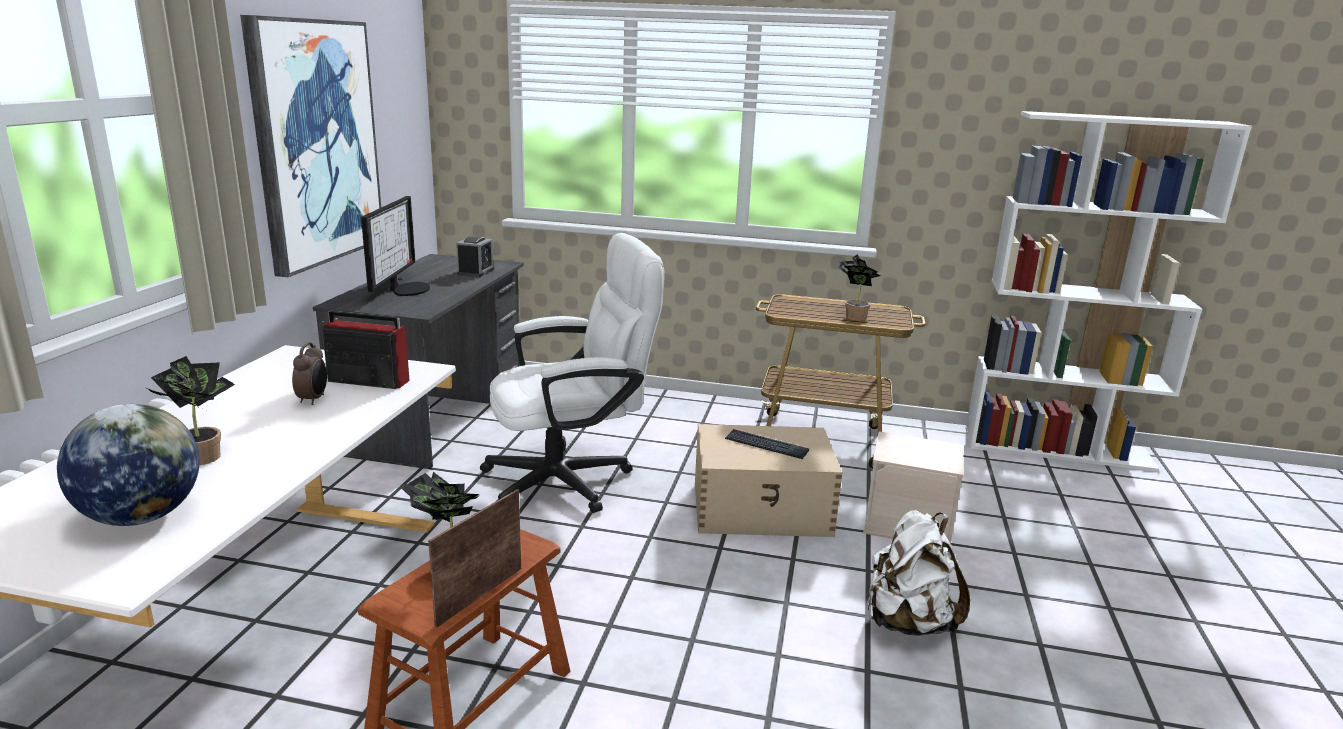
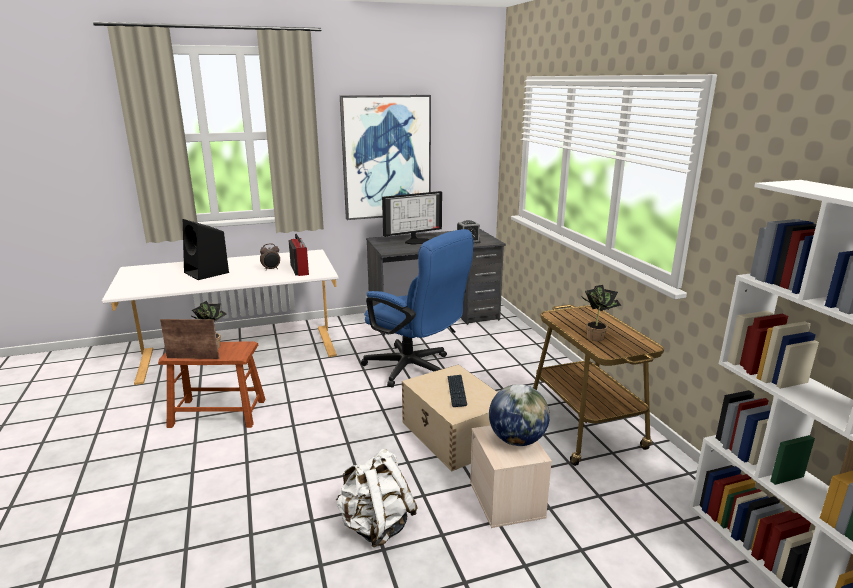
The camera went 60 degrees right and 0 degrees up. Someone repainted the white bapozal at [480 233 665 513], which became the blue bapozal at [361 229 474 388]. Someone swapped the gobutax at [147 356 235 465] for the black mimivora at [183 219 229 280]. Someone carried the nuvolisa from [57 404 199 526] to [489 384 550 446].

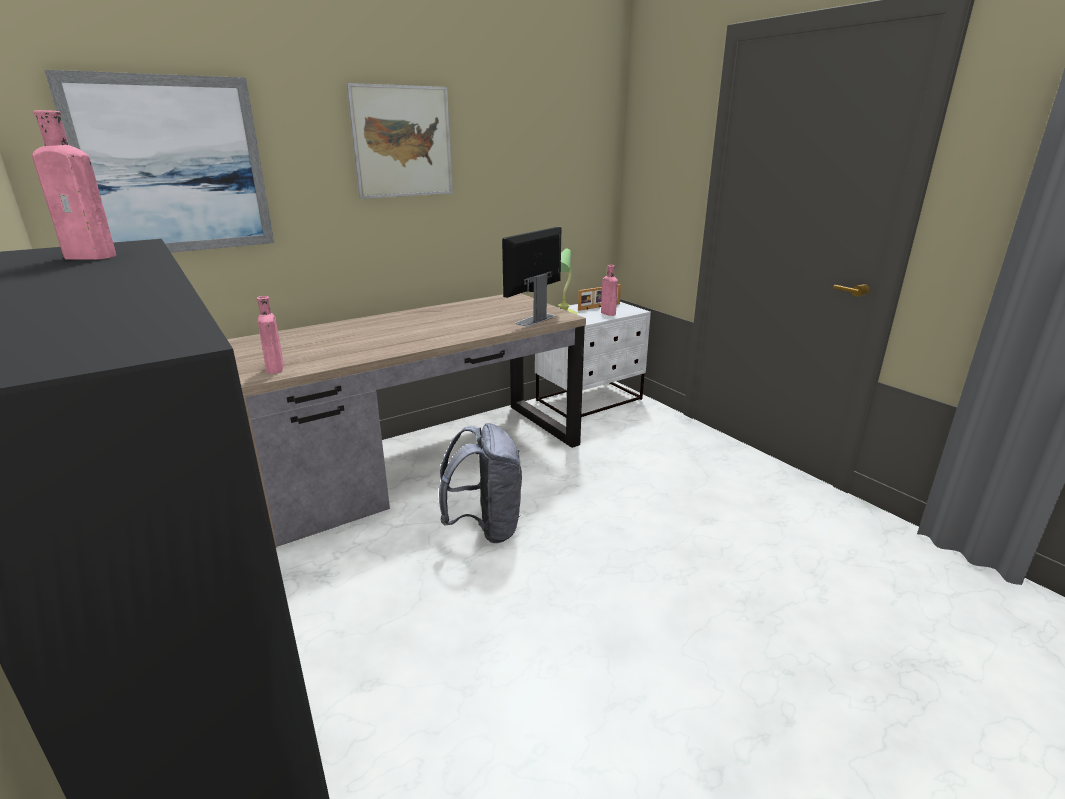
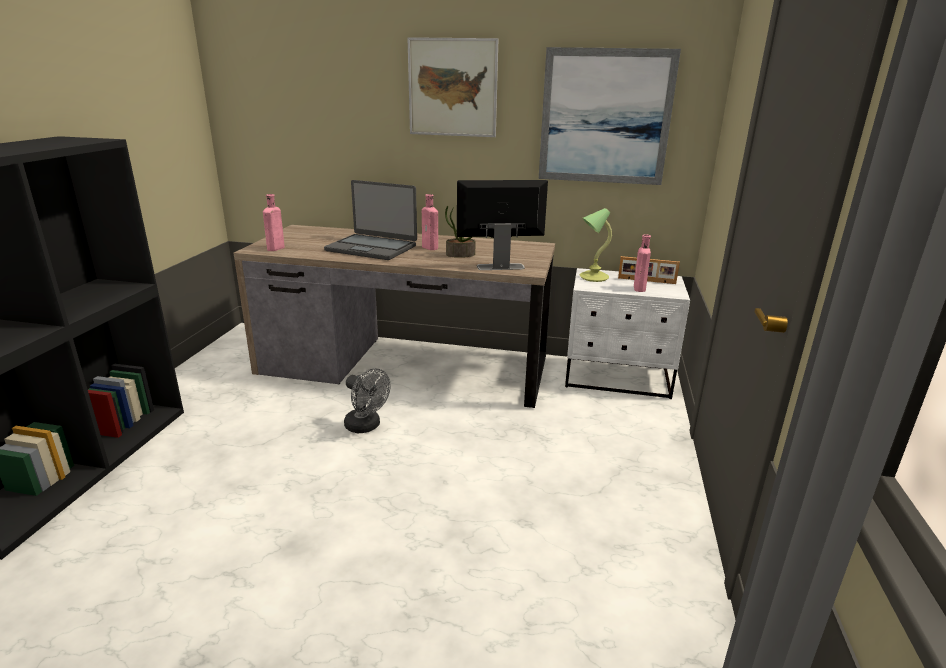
The camera went 45 degrees right and 0 degrees up. Someone carried the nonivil from [45 70 274 253] to [539 47 681 185]. Someone carried the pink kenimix from [32 110 116 260] to [422 194 438 250]. Someone swapped the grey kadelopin at [439 423 522 543] for the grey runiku at [344 368 391 433]. Someone put down the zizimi at [324 180 417 260]. Someone put down the gobutax at [445 206 476 258].

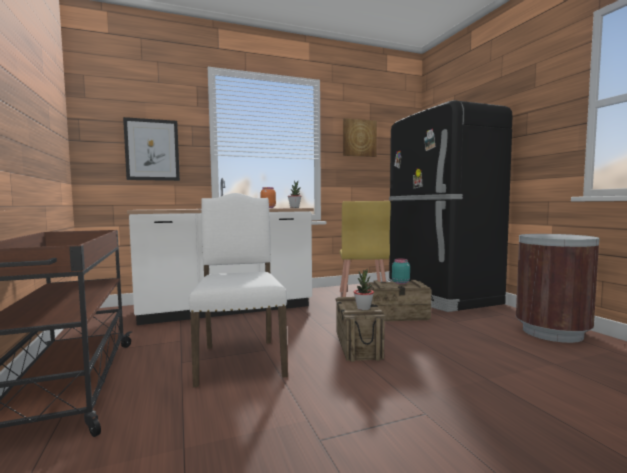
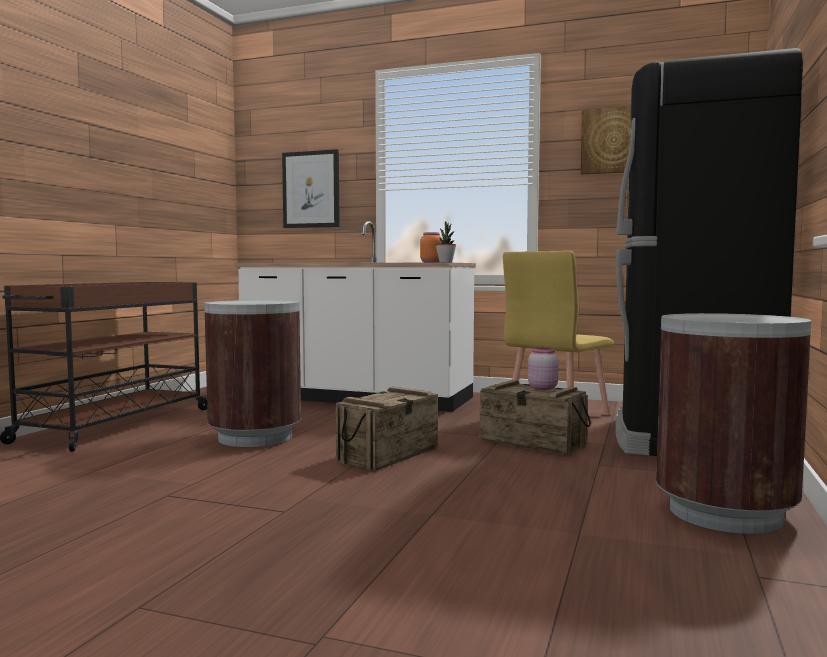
The camera went 40 degrees right and 0 degrees up. Someone swapped the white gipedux at [188 193 288 387] for the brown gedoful at [204 300 301 447]. Someone repainted the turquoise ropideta at [392 259 410 284], which became the pink ropideta at [528 347 559 390]. Someone took away the gobutax at [354 269 374 310].

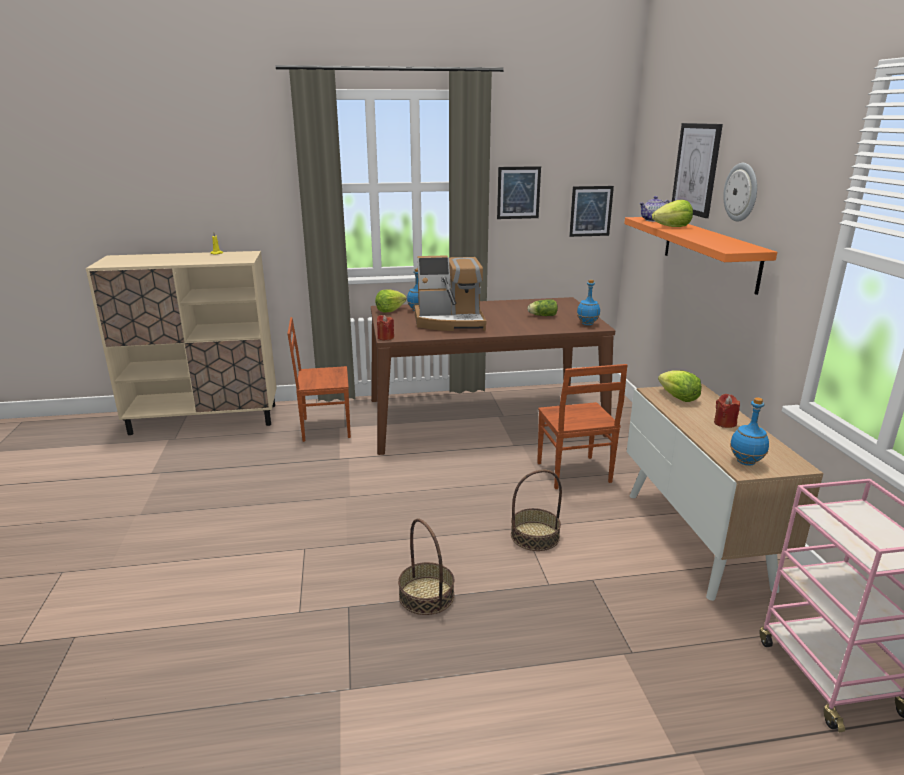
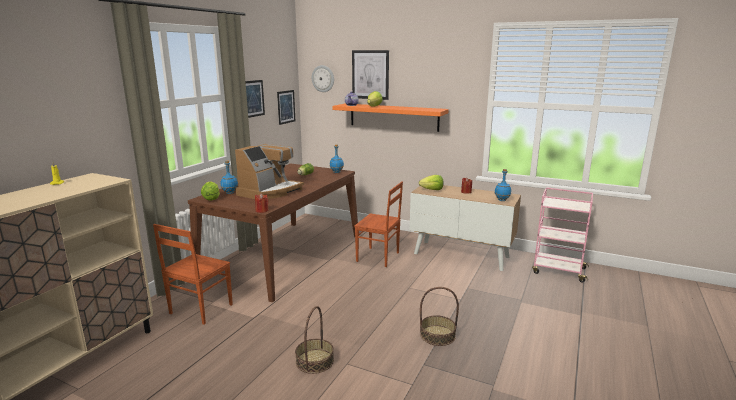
The camera went 55 degrees left and 5 degrees down. Someone carried the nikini from [723 163 757 221] to [312 65 334 92]. Someone carried the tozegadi from [511 469 562 551] to [295 306 334 374].

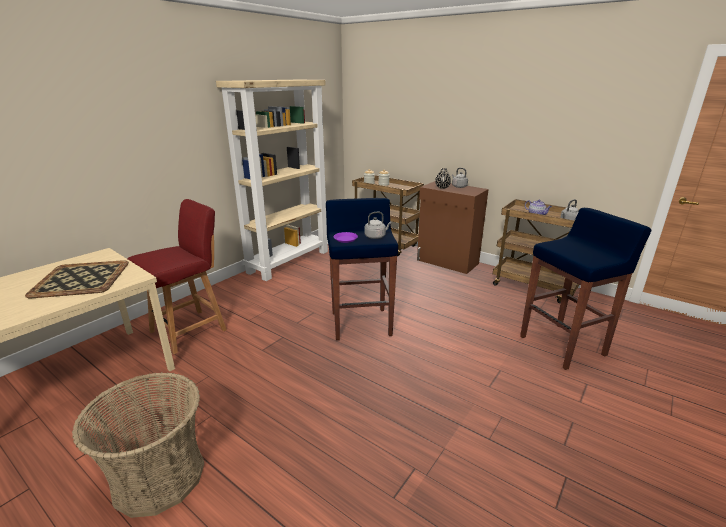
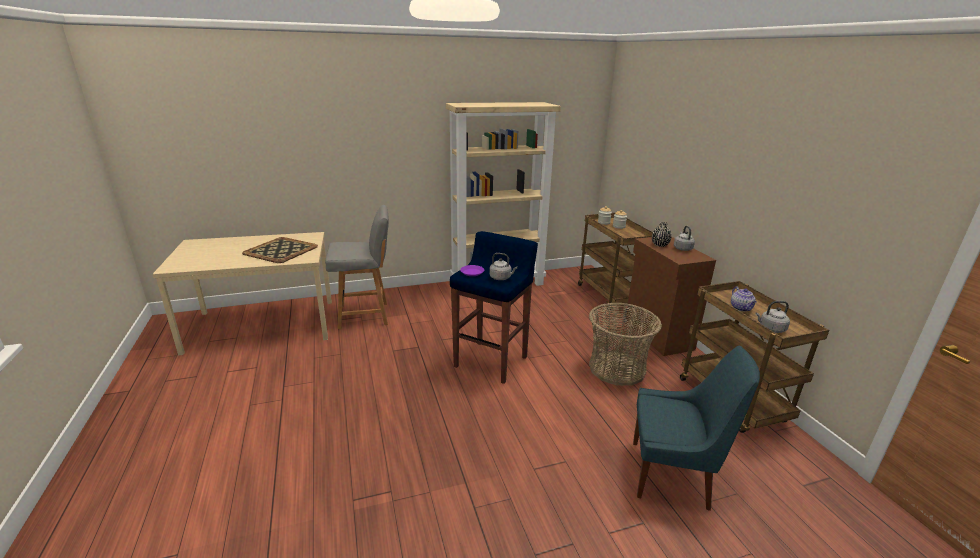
The camera went 35 degrees right and 0 degrees up. Someone repainted the red gipedux at [127 199 227 354], which became the grey gipedux at [325 205 389 329]. Someone swapped the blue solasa at [520 208 652 370] for the blue gipedux at [633 346 760 511]. Someone carried the tozegadi from [72 372 204 518] to [589 302 662 386].

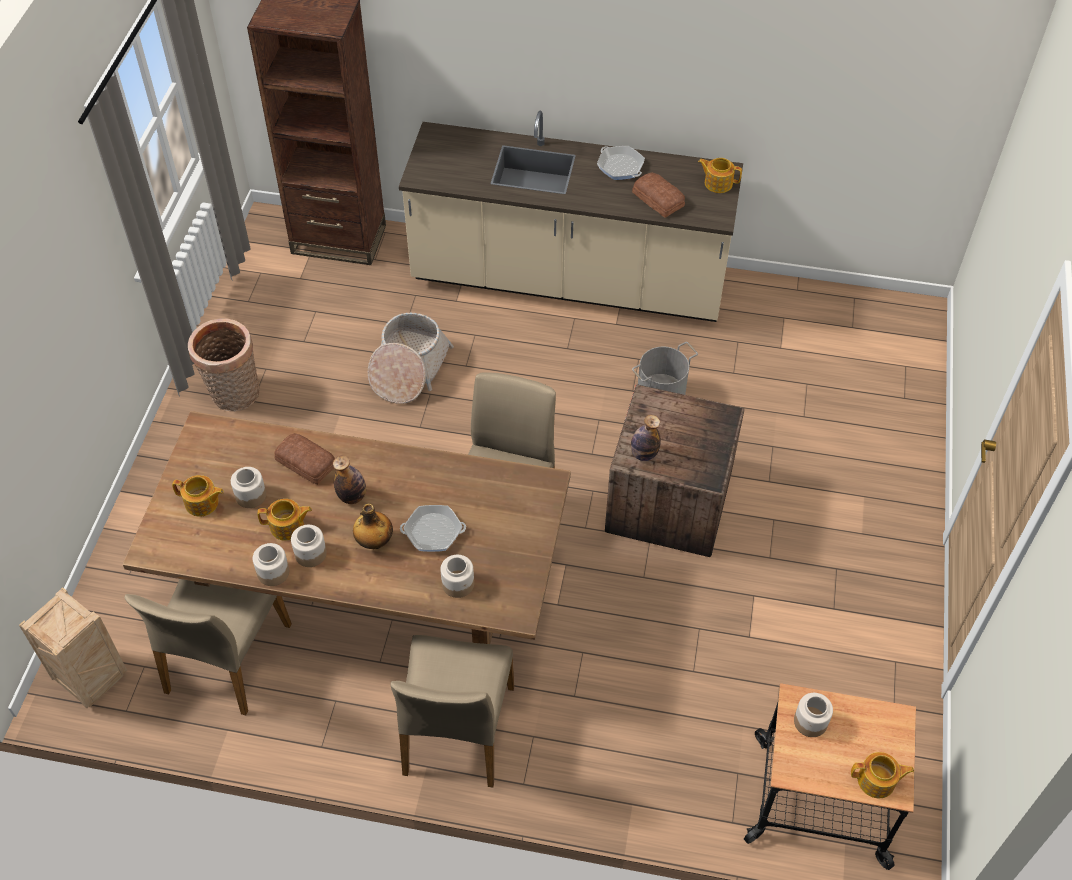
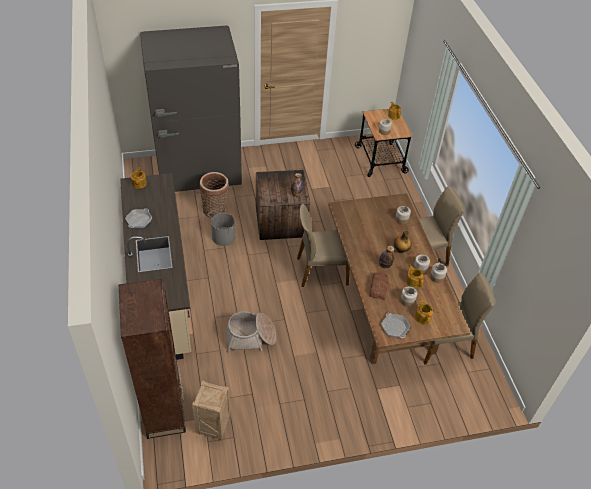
The camera went 115 degrees left and 5 degrees down. Someone took away the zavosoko at [632 172 685 218]. Someone carried the tozegadi from [188 318 260 411] to [200 172 229 218]. Someone carried the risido from [400 505 466 552] to [381 313 410 338]. Someone carried the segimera from [19 587 127 708] to [192 380 231 440]. Someone put down the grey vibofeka at [140 26 242 192].

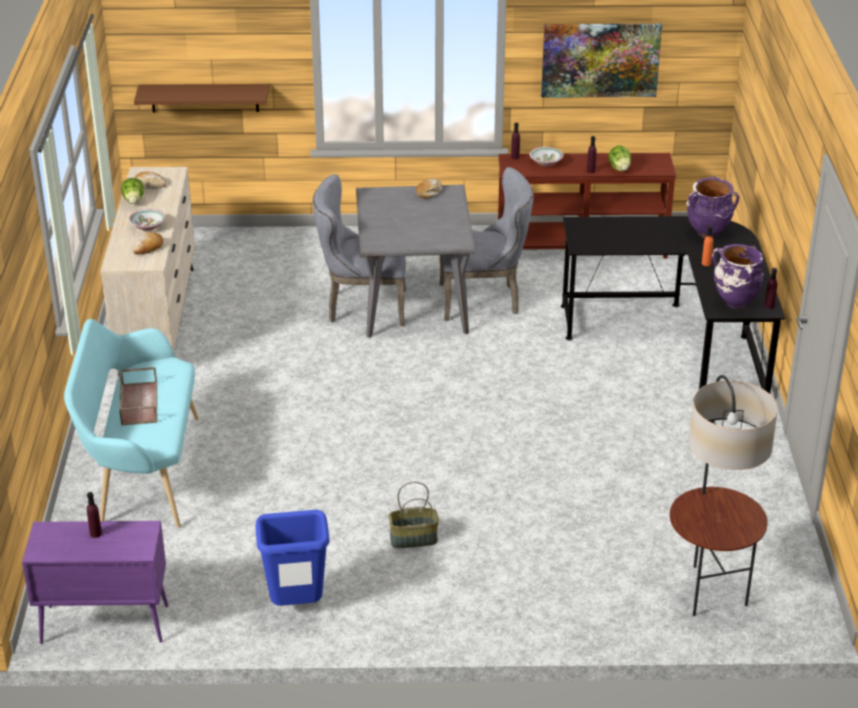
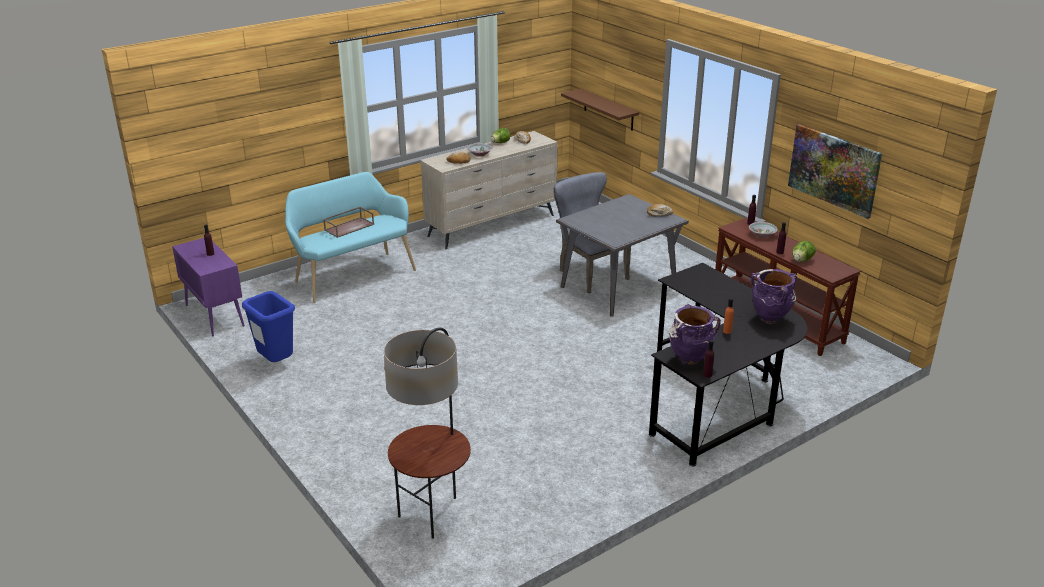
The camera went 55 degrees right and 5 degrees down. Someone took away the grey gipedux at [439 167 533 321]. Someone took away the tozegadi at [388 482 439 548].

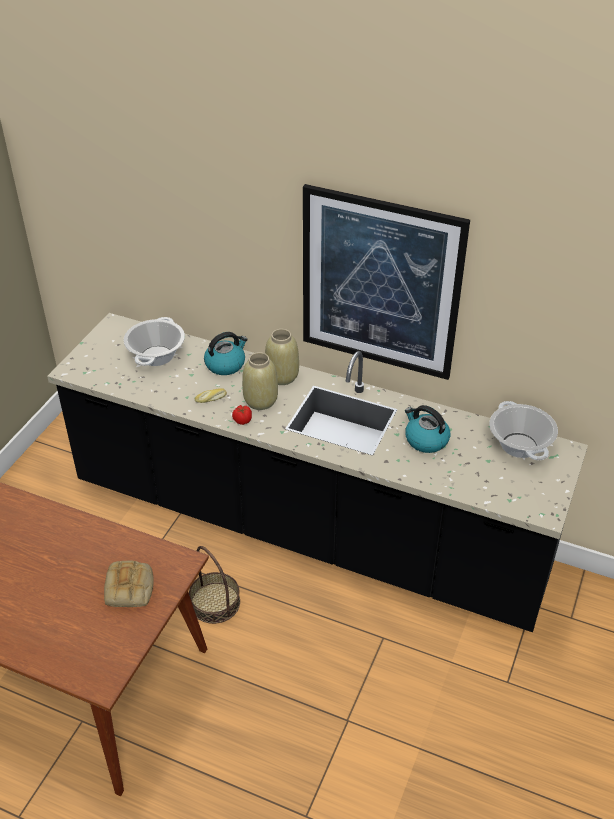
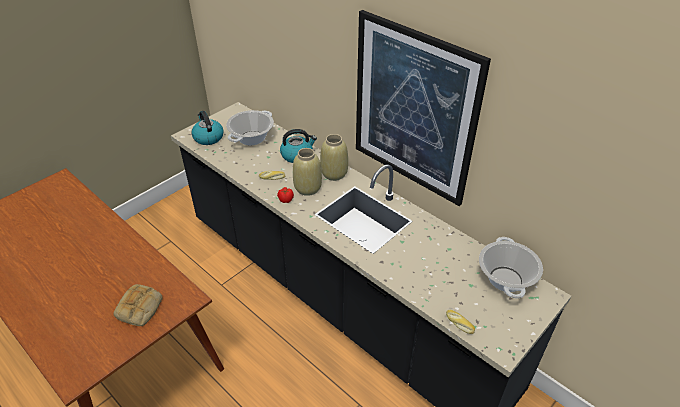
The camera went 20 degrees right and 0 degrees up. Someone carried the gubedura from [405 405 450 453] to [191 111 224 145]. Someone took away the tozegadi at [189 546 240 624]. Someone put down the zavosoko at [446 310 475 334].

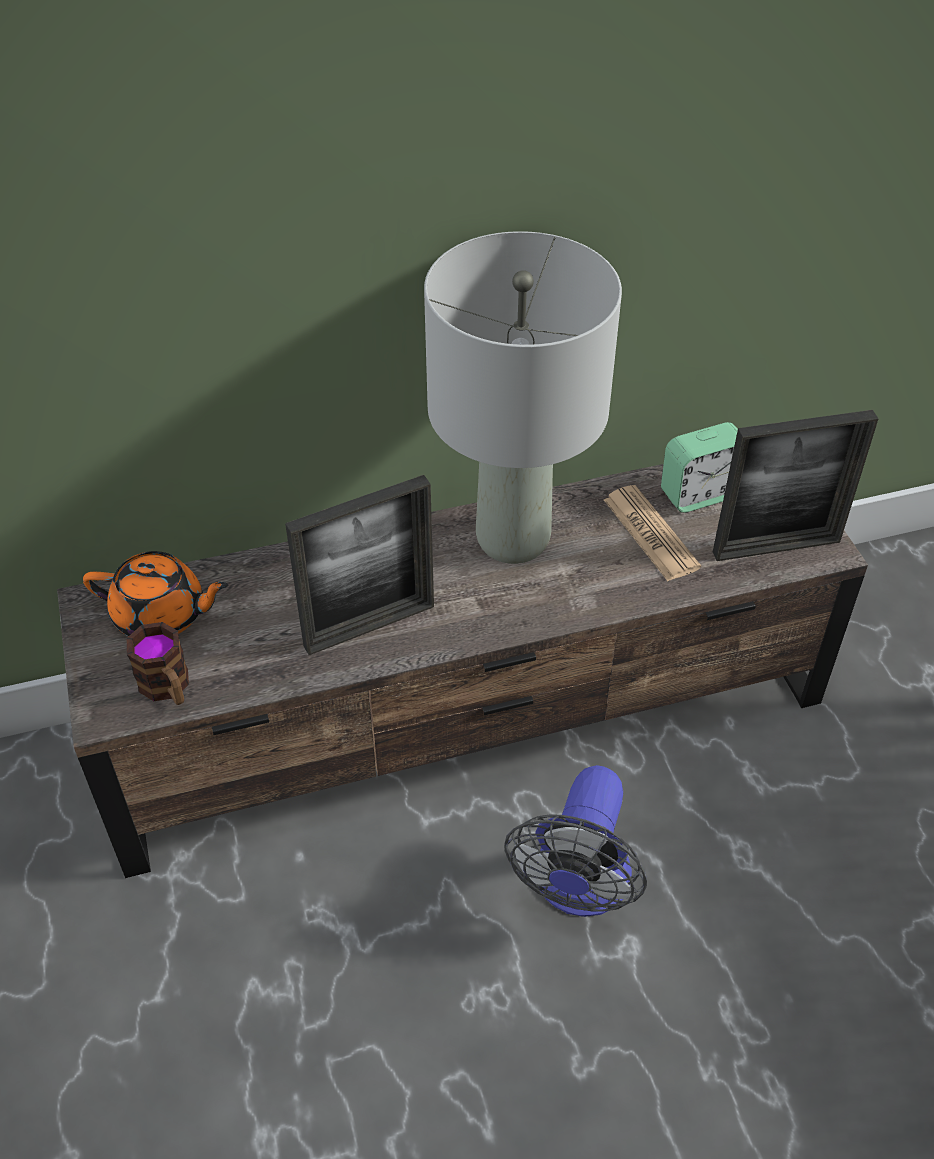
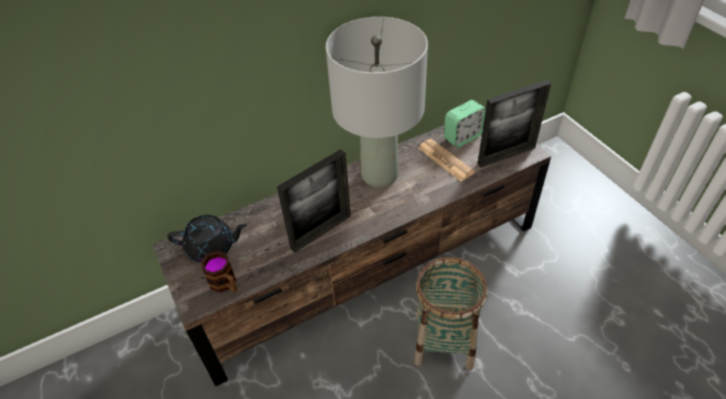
The camera went 10 degrees left and 0 degrees up. Someone repainted the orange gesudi at [83 551 229 636], which became the black gesudi at [167 215 247 262]. Someone swapped the runiku at [504 765 647 917] for the tozegadi at [414 257 487 370].

